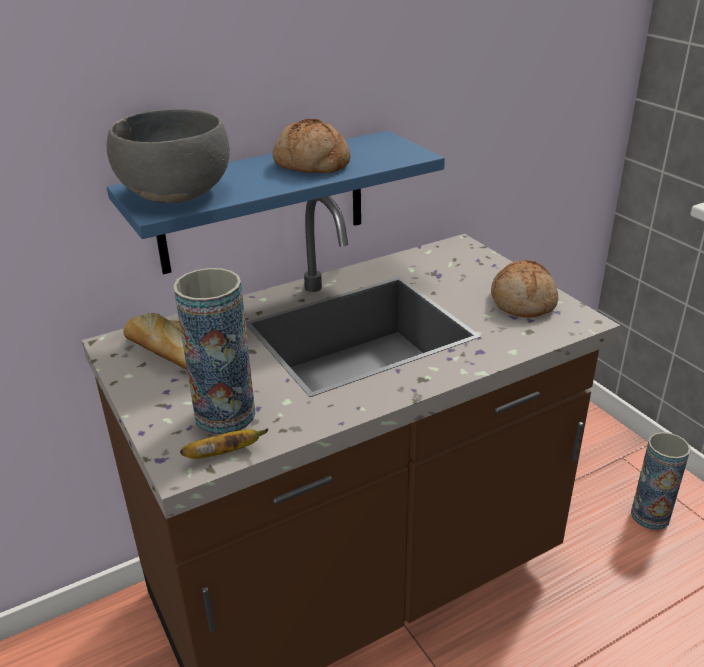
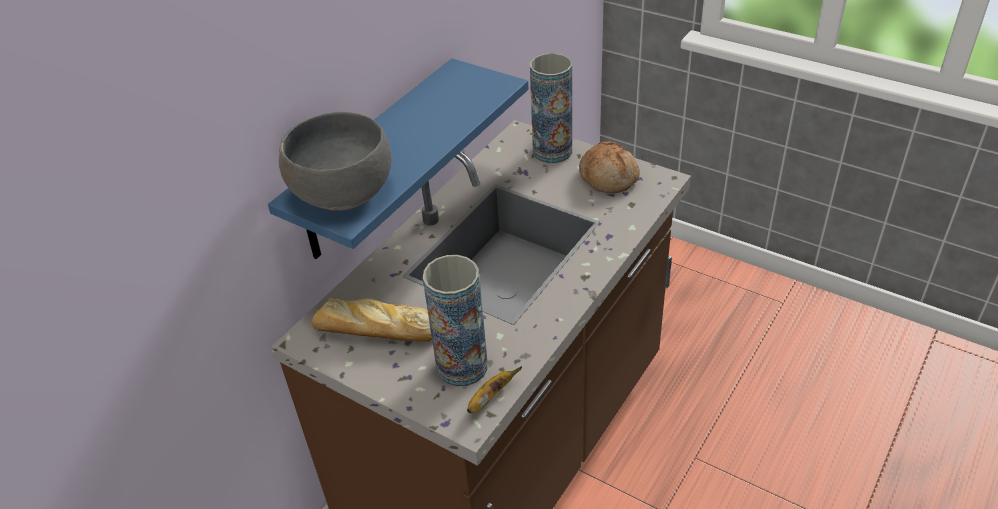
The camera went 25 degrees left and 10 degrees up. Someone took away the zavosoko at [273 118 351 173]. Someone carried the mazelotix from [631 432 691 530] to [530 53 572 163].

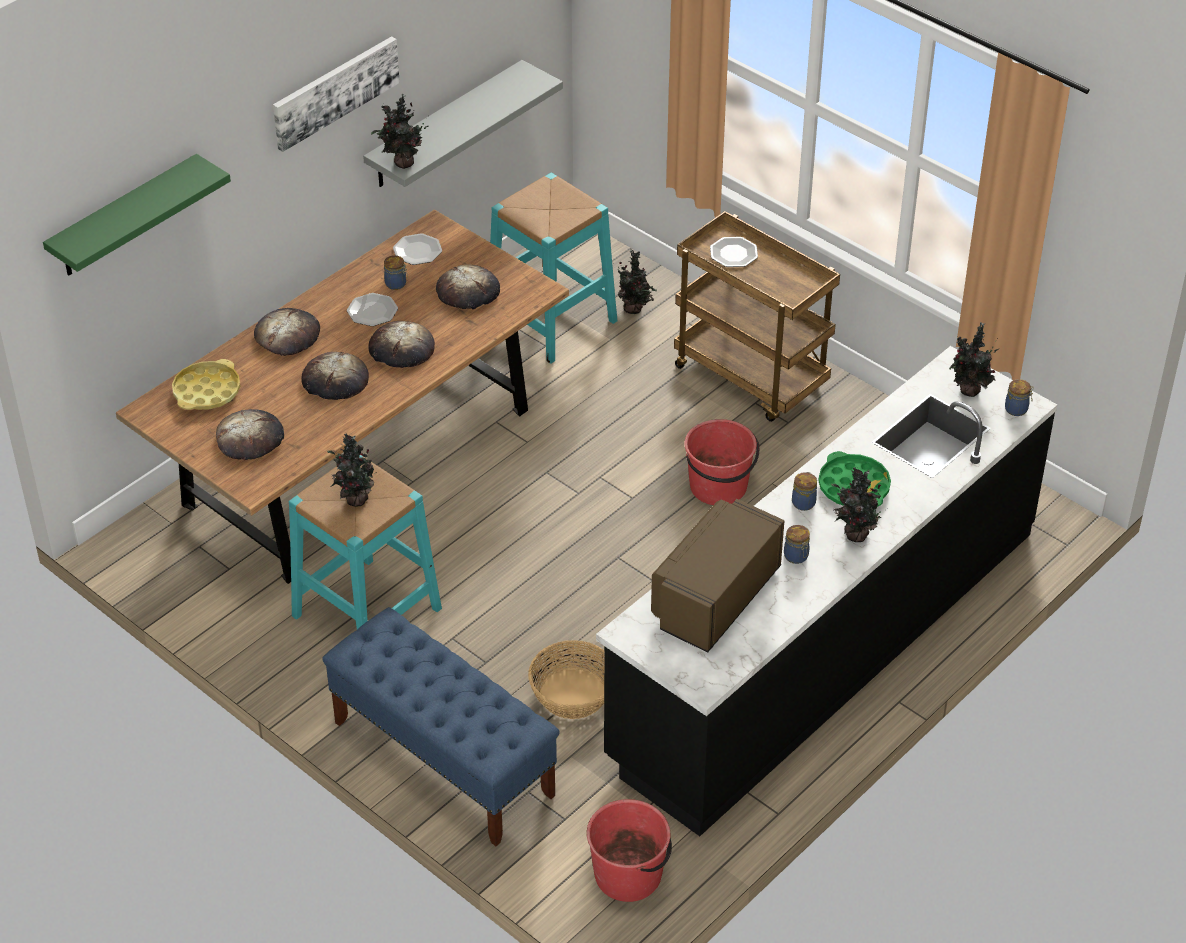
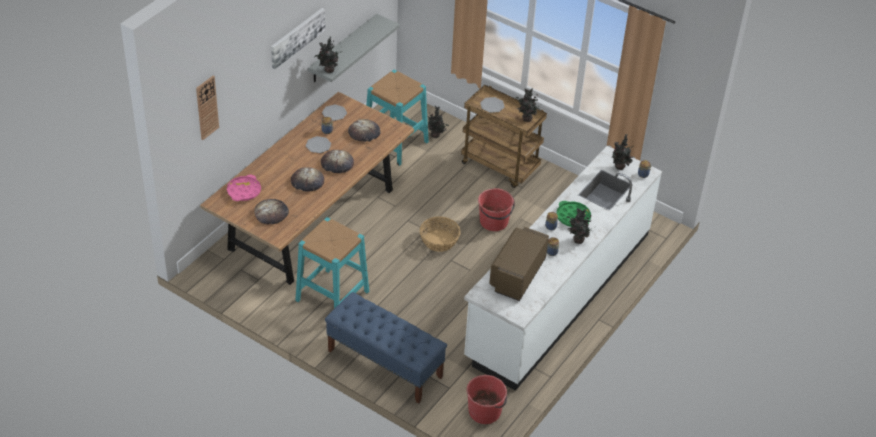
The camera went 10 degrees left and 0 degrees up. Someone swapped the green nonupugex at [43 154 231 276] for the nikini at [196 76 219 140]. Someone took away the zavosoko at [254 308 320 356]. Someone repainted the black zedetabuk at [596 346 1057 836], which became the white zedetabuk at [464 146 662 391]. Someone repainted the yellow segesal at [172 359 240 410], which became the pink segesal at [227 175 261 201]. Someone carried the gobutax from [327 434 377 507] to [515 88 539 122]. Someone carried the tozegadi from [528 640 604 719] to [420 217 460 252].

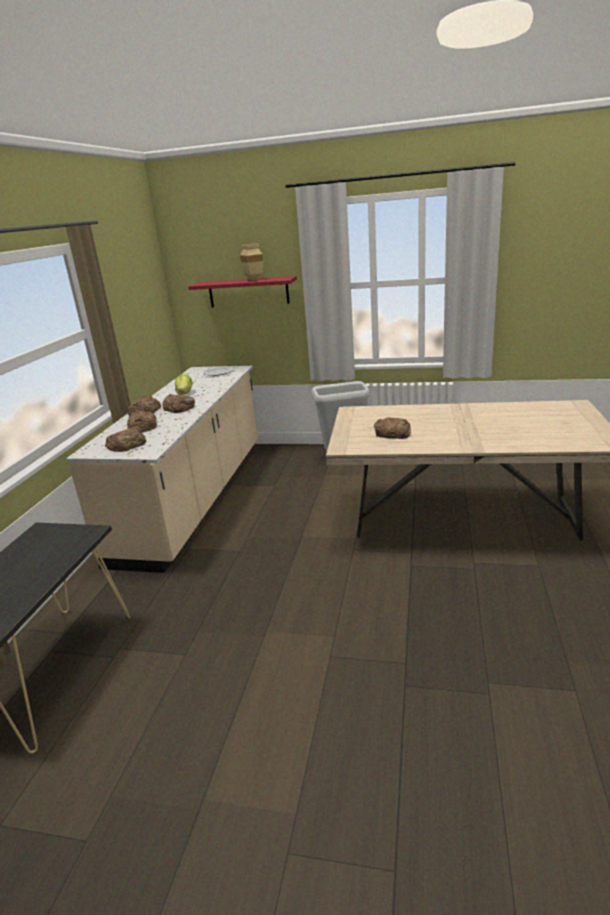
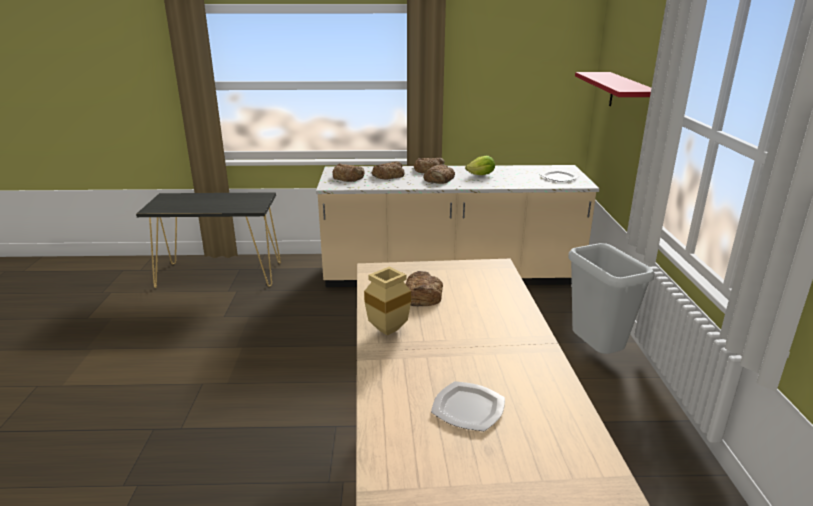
The camera went 75 degrees right and 0 degrees up. Someone carried the beige mazelotix from [240 244 263 280] to [364 267 411 335]. Someone put down the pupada at [431 381 505 431].

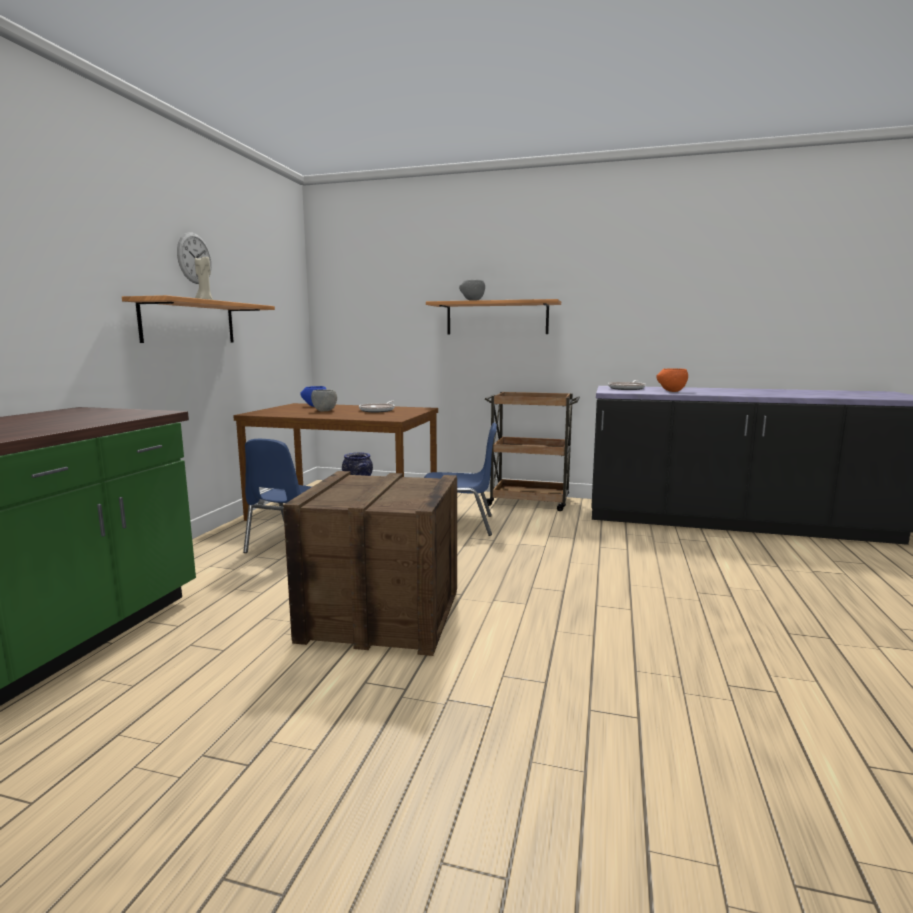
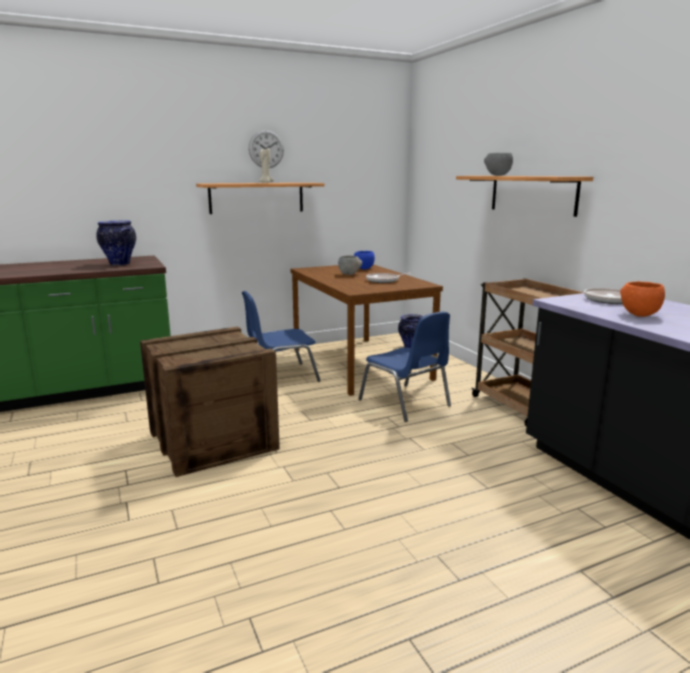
The camera went 50 degrees right and 5 degrees up. Someone put down the mazelotix at [96 220 136 265].

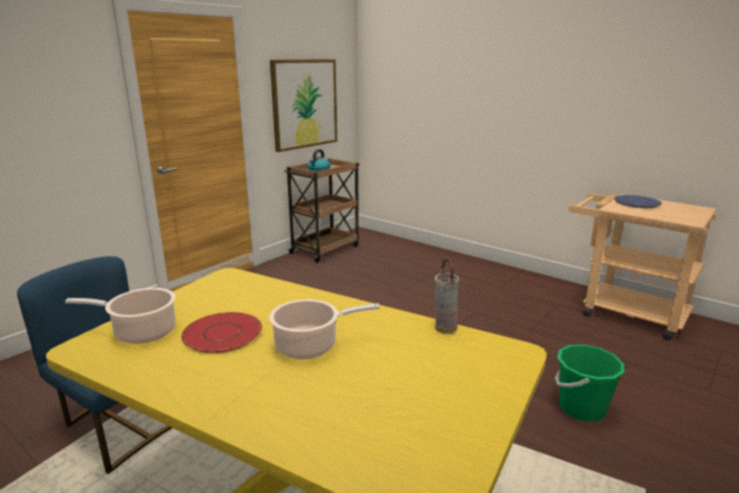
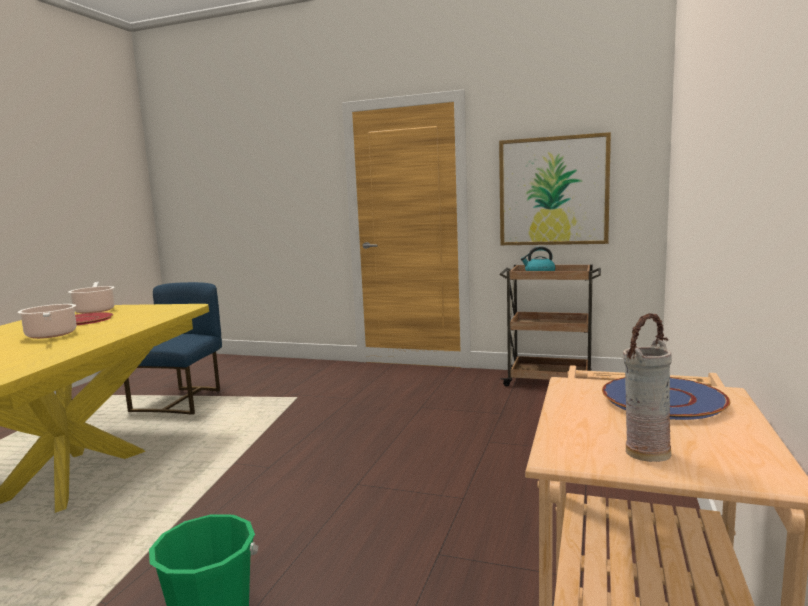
The camera went 70 degrees right and 10 degrees down. Someone carried the mazelotix from [435 257 459 334] to [623 313 672 462].

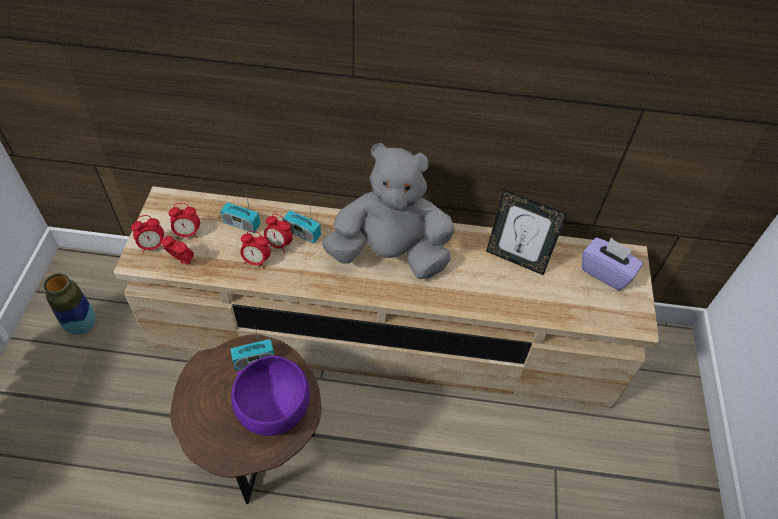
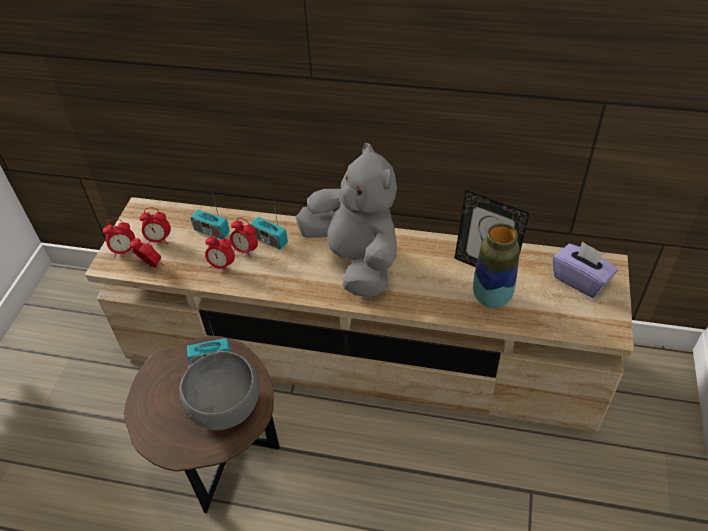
The camera went 10 degrees right and 5 degrees down. Someone rotated the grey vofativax at [322 143 455 279] by 45 degrees clockwise. Someone carried the mazelotix from [44 273 96 335] to [473 223 520 308]. Someone repainted the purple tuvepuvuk at [231 356 310 436], which became the grey tuvepuvuk at [179 351 260 430].

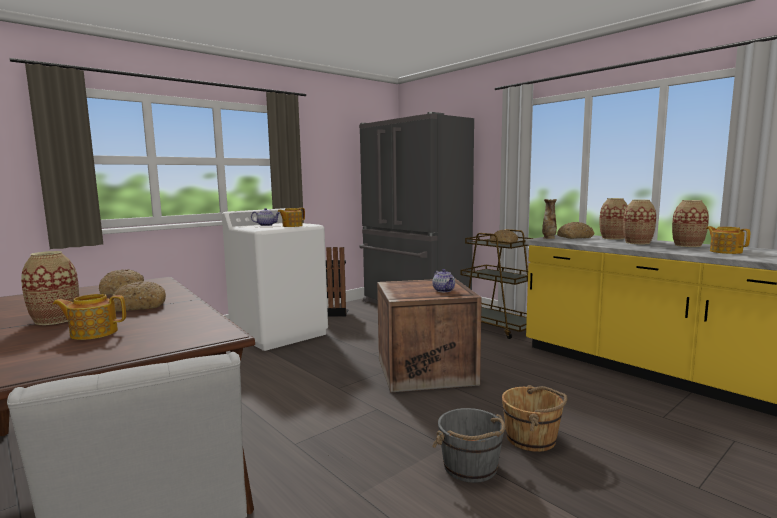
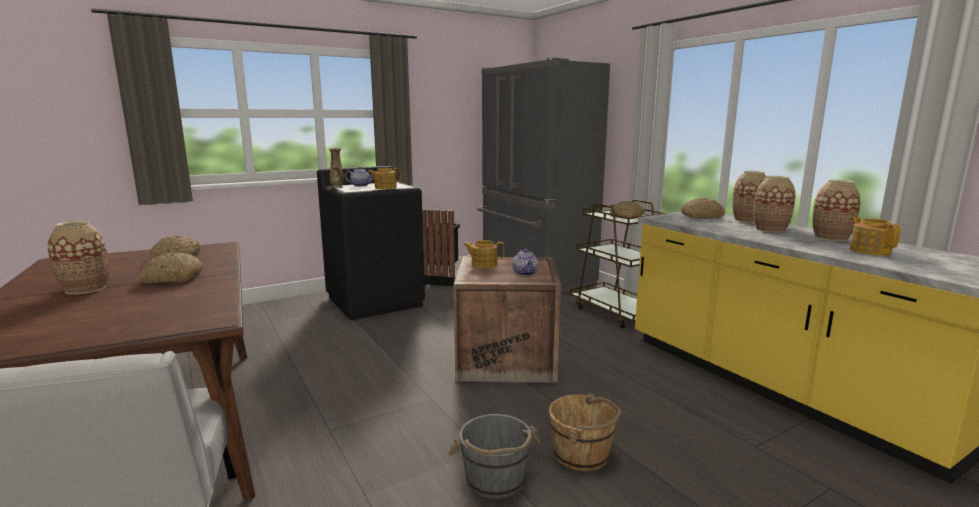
The camera went 10 degrees right and 5 degrees up. Someone carried the mazelotix from [542 199 557 239] to [328 148 344 188]. Someone repainted the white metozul at [222 208 328 351], which became the black metozul at [317 166 425 320]. Someone carried the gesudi from [53 294 126 340] to [463 240 504 268].

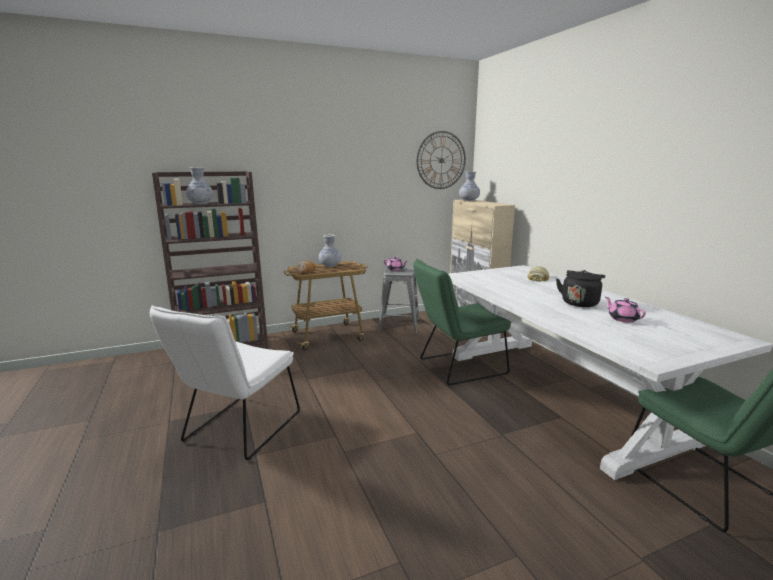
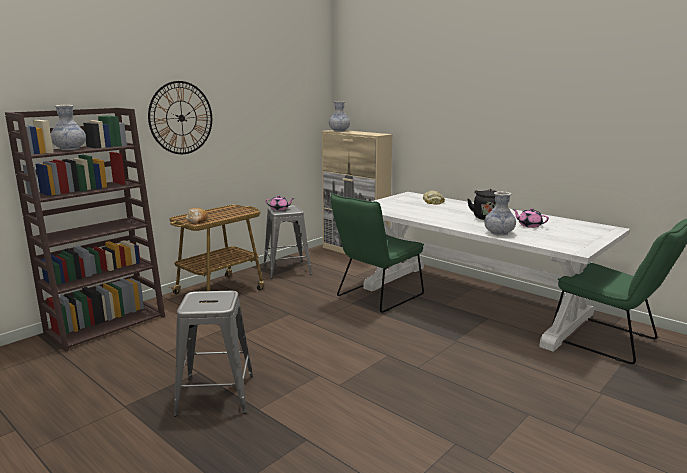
The camera went 25 degrees left and 0 degrees up. Someone carried the nikini from [417 131 466 189] to [148 81 212 154]. Someone carried the mazelotix from [319 235 341 267] to [484 191 516 236]. Someone swapped the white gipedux at [150 305 300 460] for the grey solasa at [174 291 253 416].

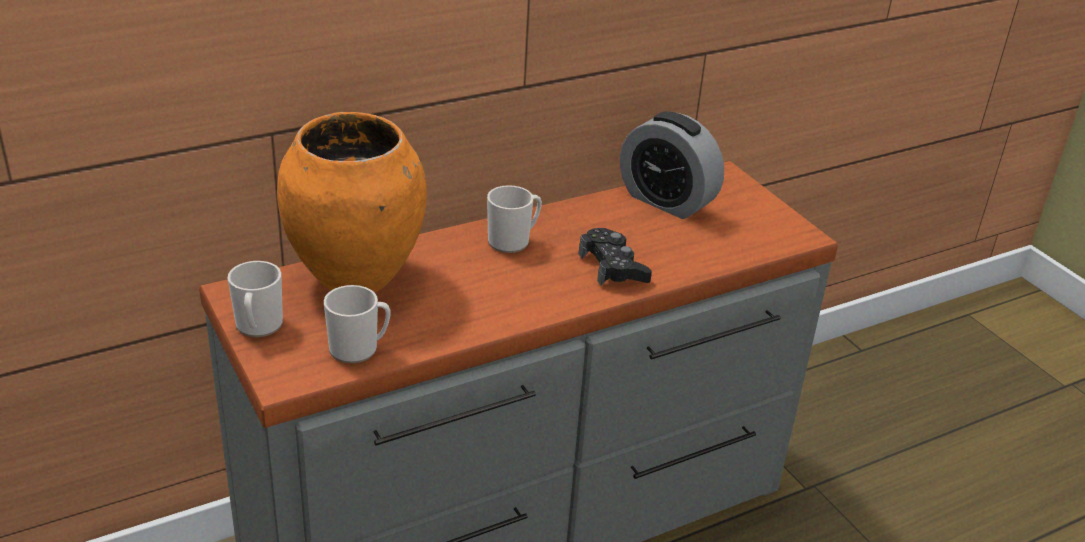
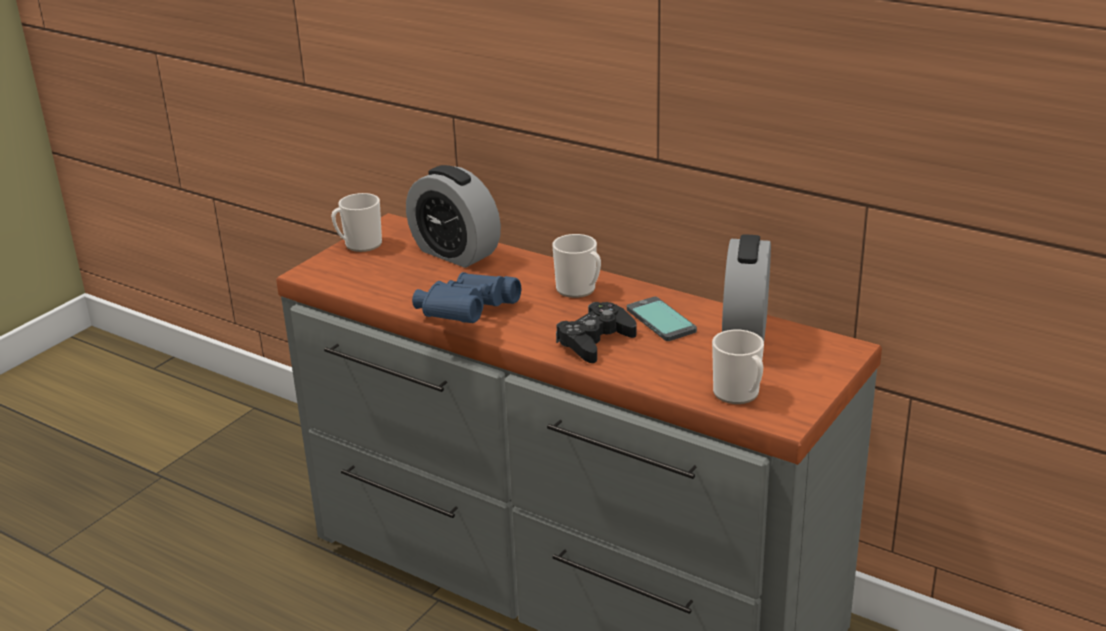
The camera went 65 degrees right and 5 degrees down. Someone swapped the orange mazelotix at [277 112 427 293] for the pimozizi at [406 165 501 268]. Someone carried the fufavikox from [324 285 391 364] to [712 329 764 404]. Someone put down the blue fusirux at [412 272 521 323]. Someone put down the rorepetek at [627 297 697 341].

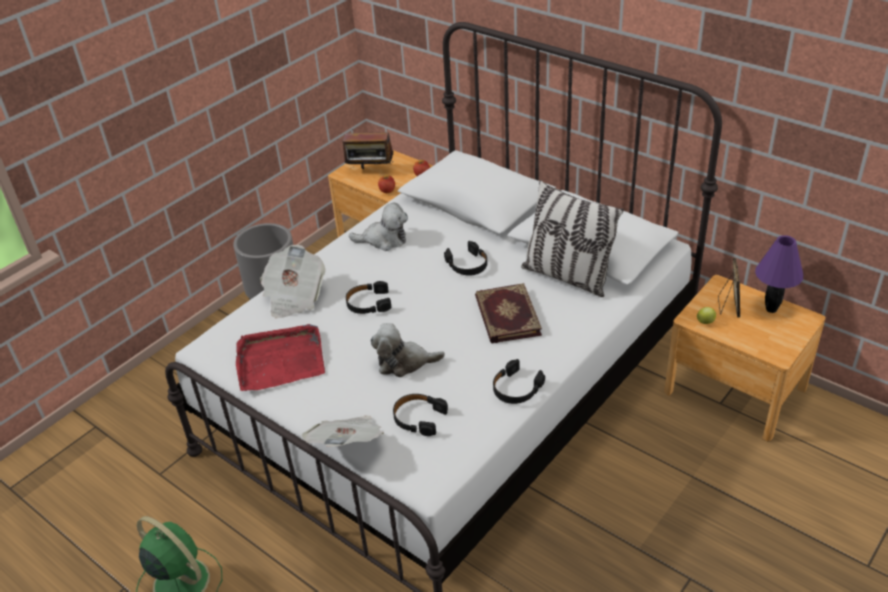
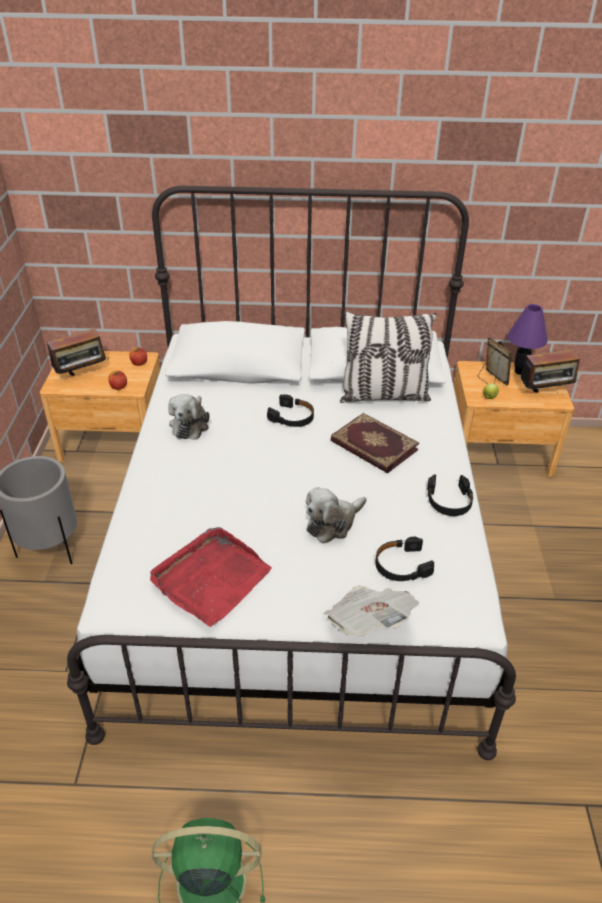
The camera went 40 degrees left and 0 degrees up. Someone rotated the vofativax at [349 203 408 251] by 135 degrees clockwise. Someone took away the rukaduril at [260 245 325 318]. Someone took away the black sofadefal at [346 281 391 314]. Someone put down the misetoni at [518 349 580 392].

